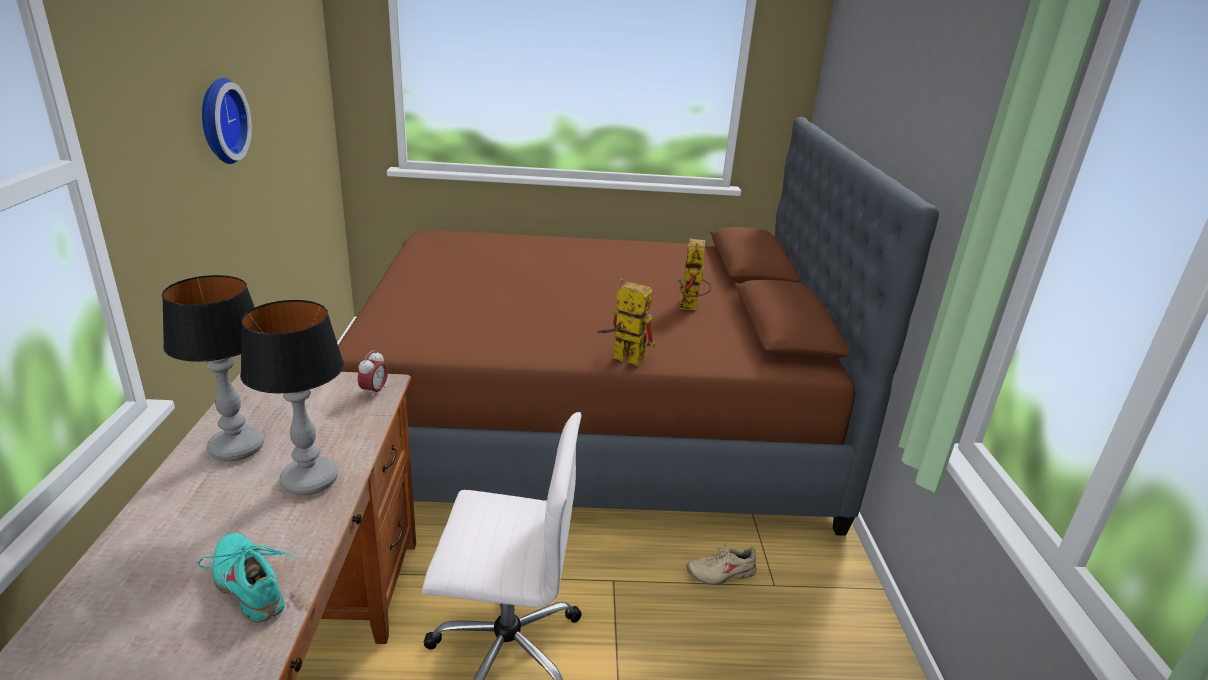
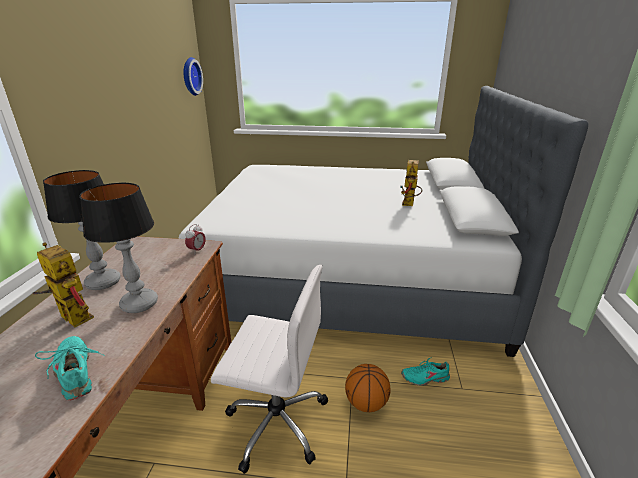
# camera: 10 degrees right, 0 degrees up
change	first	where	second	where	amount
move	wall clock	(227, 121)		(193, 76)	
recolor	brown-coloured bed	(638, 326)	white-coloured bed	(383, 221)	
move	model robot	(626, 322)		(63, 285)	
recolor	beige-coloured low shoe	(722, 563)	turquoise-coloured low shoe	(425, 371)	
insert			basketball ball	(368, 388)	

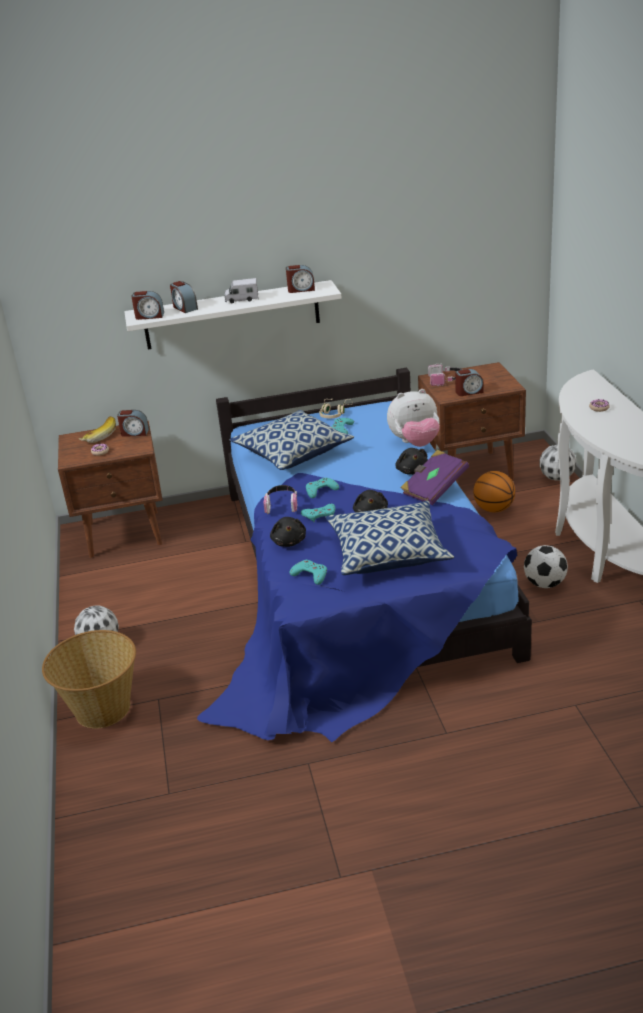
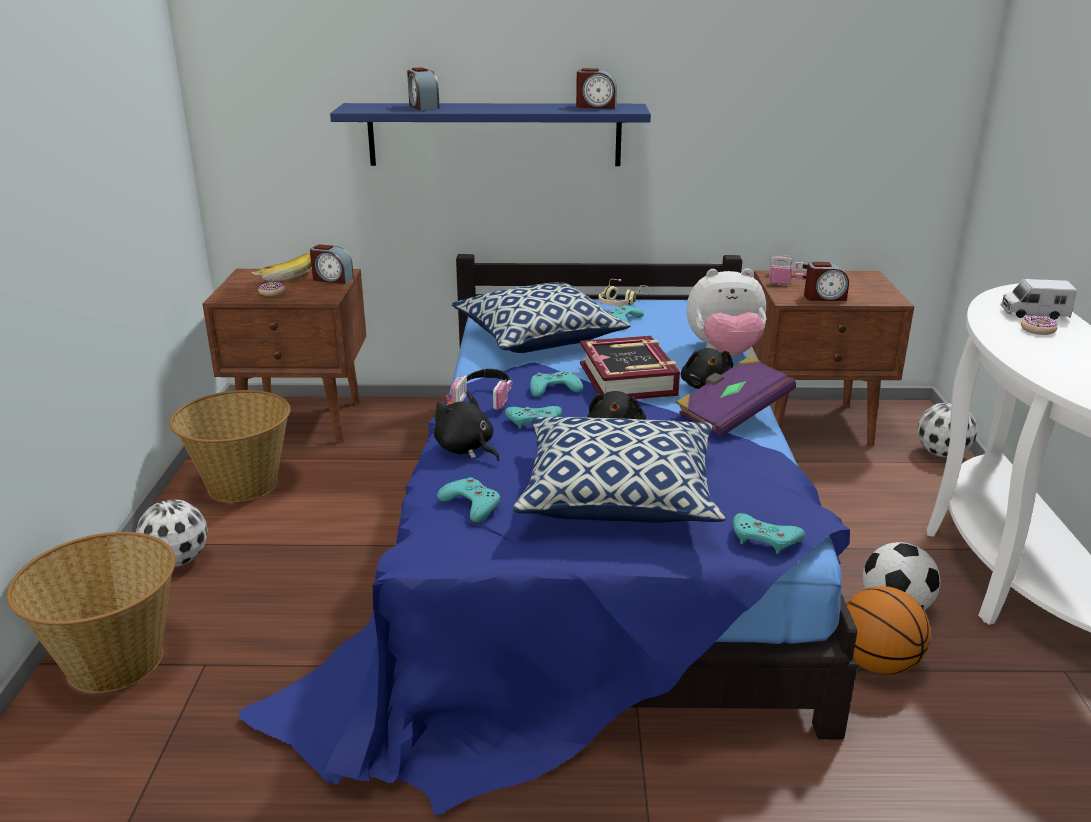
# camera: 10 degrees right, 5 degrees down
change	first	where	second	where	amount
recolor	white-coloured shelf	(232, 314)	bluish shelf	(490, 134)	
delete	alarm clock	(147, 305)			
move	model truck	(241, 290)		(1039, 299)	
rotate	black-coloured plush toy	(288, 532)		(467, 426)	135 degrees clockwise
move	basketball ball	(494, 492)		(888, 630)	
insert			basket	(230, 446)	
insert			book	(630, 367)	
insert			turquoise-coloured game controller	(769, 533)	

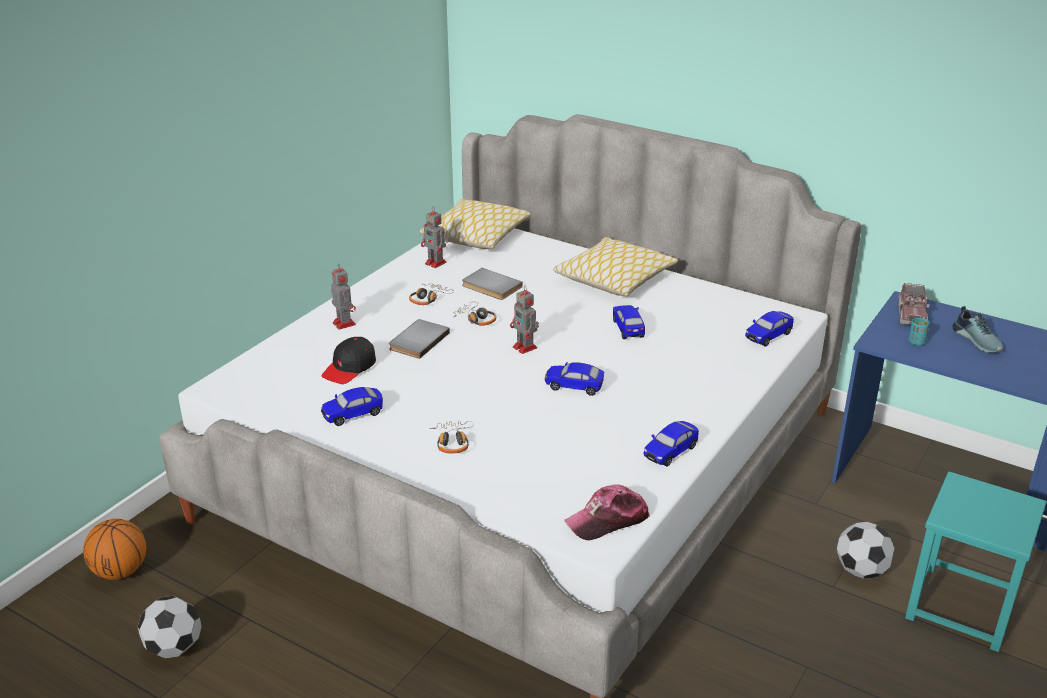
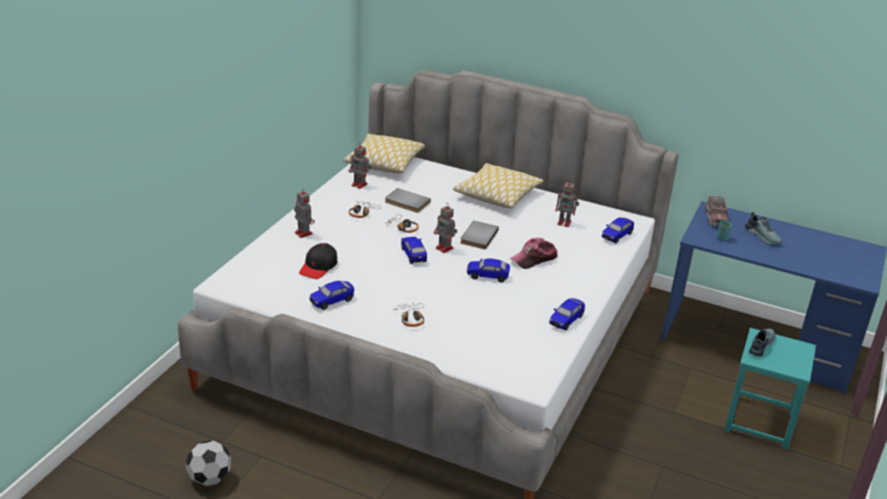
# camera: 10 degrees left, 0 degrees up
change	first	where	second	where	amount
delete	basketball ball	(114, 549)			
move	grey book	(419, 339)		(479, 235)	
move	cap	(607, 512)		(534, 253)	
move	toy car	(629, 322)		(414, 250)	
delete	football ball	(866, 550)			
insert			model robot	(567, 203)	
insert			low shoe	(762, 343)	

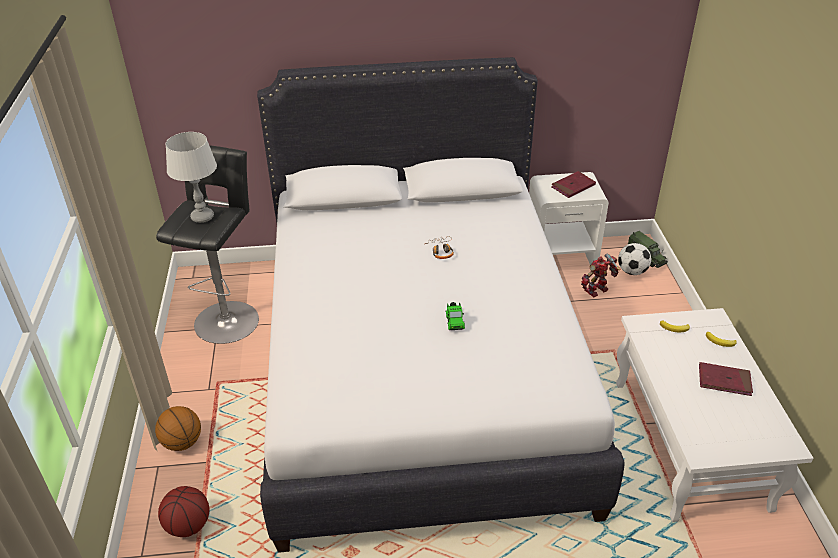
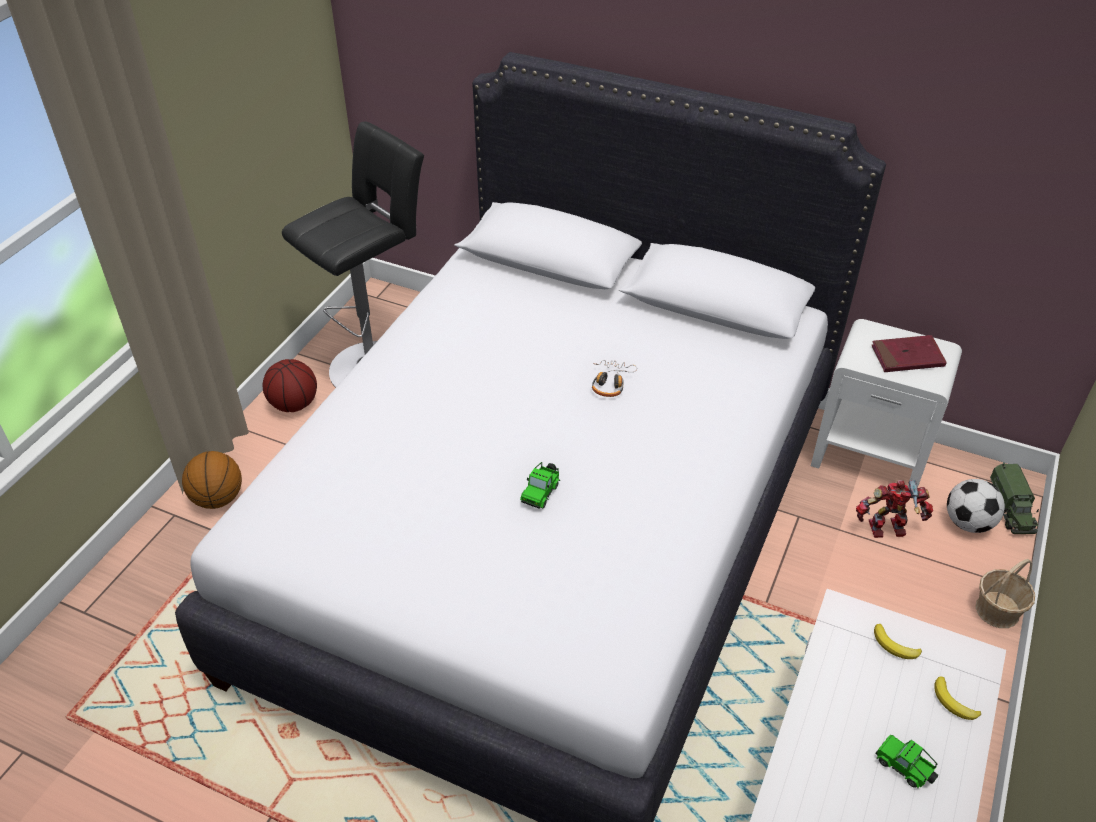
# camera: 30 degrees right, 5 degrees up
change	first	where	second	where	amount
move	basketball ball	(183, 511)		(290, 385)	
delete	grey table lamp	(191, 177)			
replace	reddish book	(726, 379)	toy car	(907, 761)	
insert			basket	(1005, 593)	

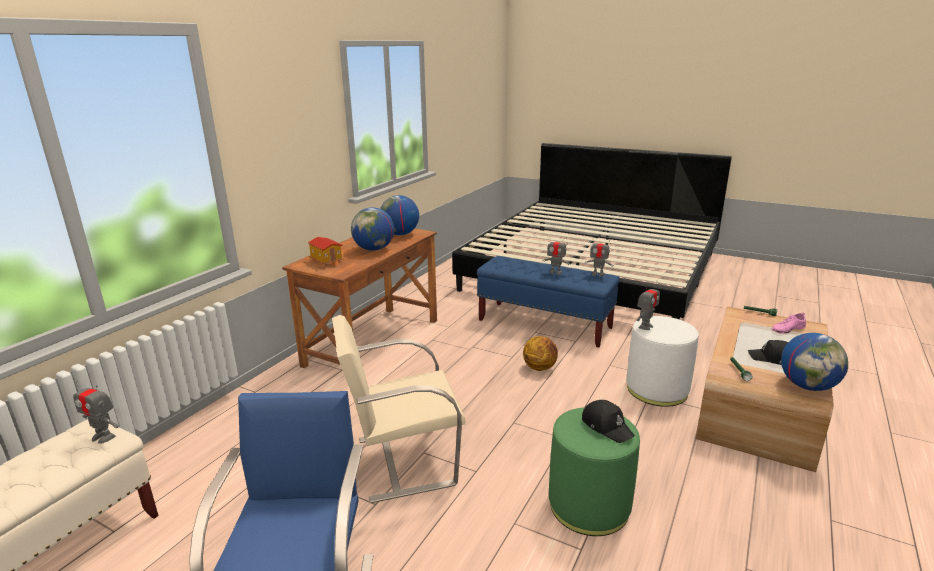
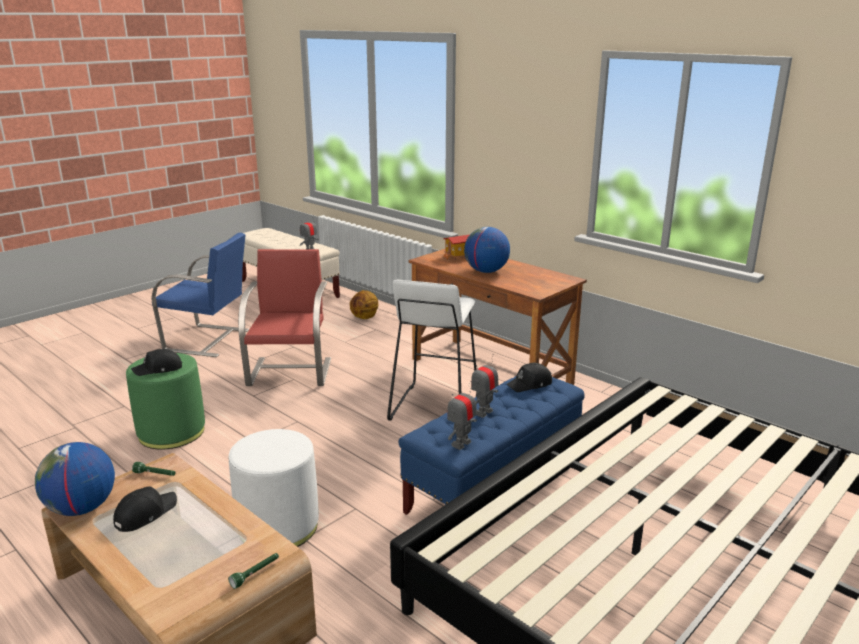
# camera: 105 degrees right, 0 degrees up
change	first	where	second	where	amount
recolor	beige-coloured chair	(398, 409)	reddish chair	(284, 317)	
delete	world globe	(399, 215)			
move	basketball ball	(540, 353)		(364, 304)	
delete	model robot	(648, 306)			
delete	pink low shoe	(789, 323)			
insert			white-coloured sitting stool	(432, 350)	
insert			black-coloured cap	(529, 377)	

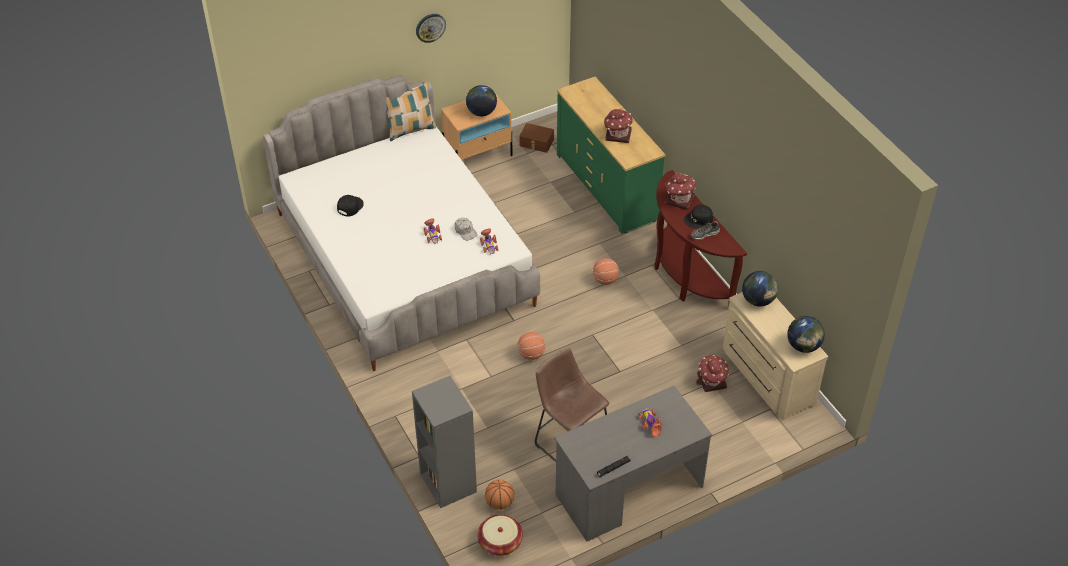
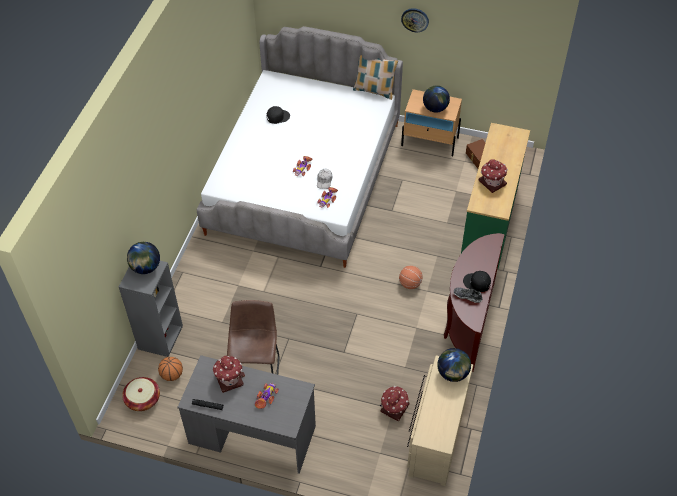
# camera: 45 degrees right, 5 degrees up
change	first	where	second	where	amount
delete	basketball ball	(531, 346)			
move	model house	(680, 191)		(229, 374)	
move	world globe	(806, 334)		(143, 258)	

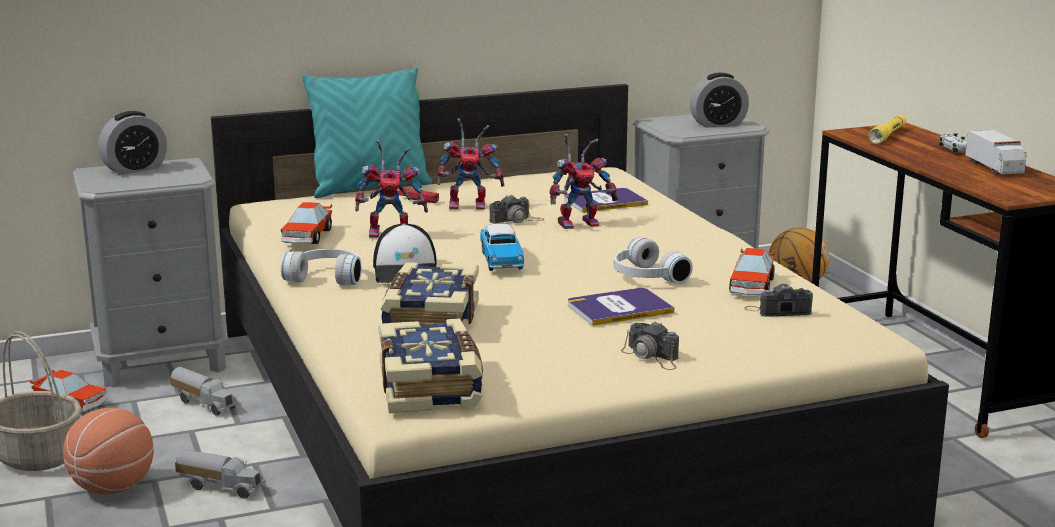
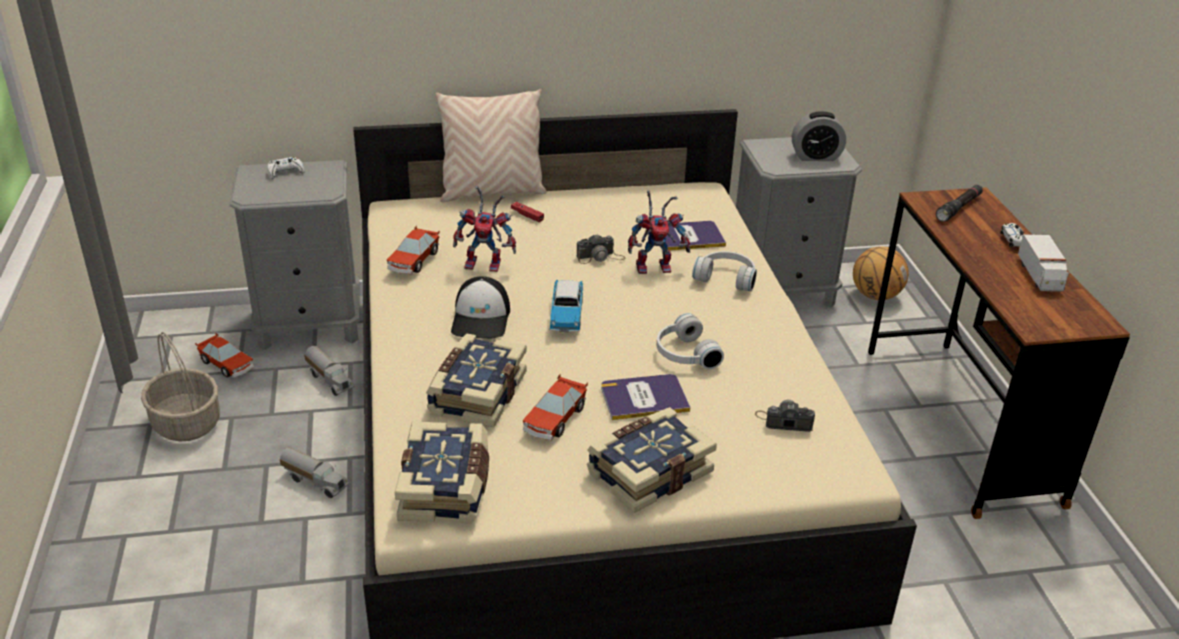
# camera: 10 degrees right, 15 degrees up
change	first	where	second	where	amount
delete	basketball ball	(108, 451)			
replace	alarm clock	(132, 143)	white-coloured game controller	(285, 168)	
move	white-coloured headset	(321, 267)		(724, 271)	
recolor	turquoise-coloured cushion	(367, 133)	beige-coloured cushion	(491, 145)	
delete	model robot	(470, 163)			
replace	photo camera	(650, 345)	book	(652, 460)	
move	toy car	(752, 271)		(555, 407)	
recolor	yellow flashlight	(887, 129)	black-coloured flashlight	(959, 203)	

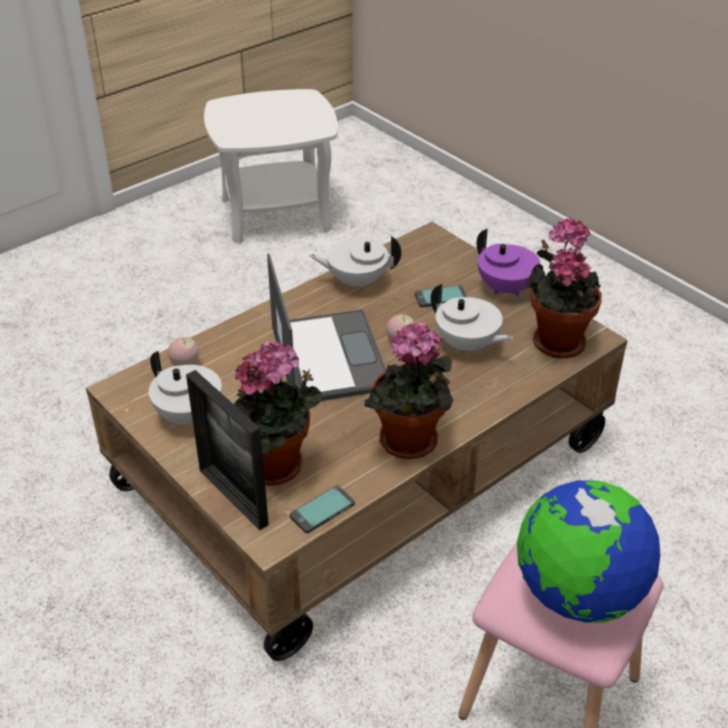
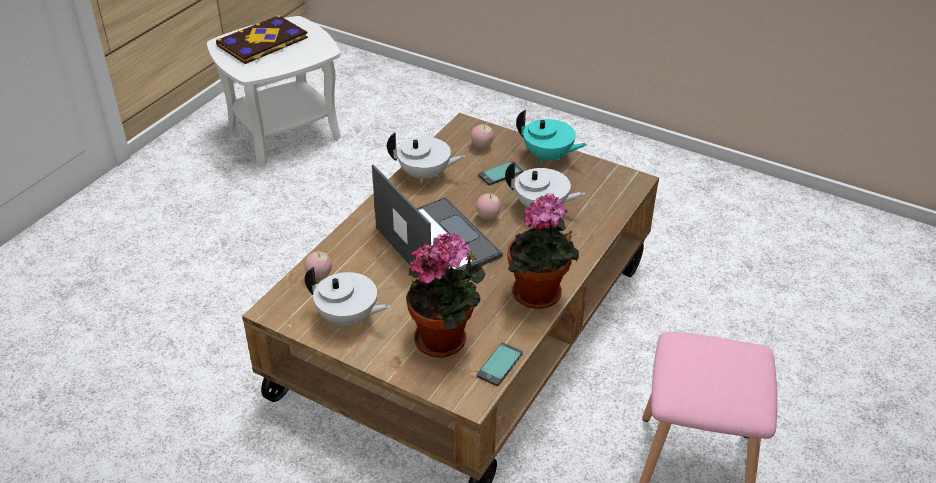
# camera: 20 degrees left, 0 degrees up
change	first	where	second	where	amount
delete	photo frame	(227, 450)			
rotate	white-coloured teapot	(355, 263)		(426, 157)	150 degrees counterclockwise
recolor	purple-coloured teapot	(509, 262)	turquoise-coloured teapot	(551, 136)	
delete	world globe	(588, 551)			
delete	potted plant	(564, 288)			
insert			book	(262, 39)	
insert			apple fruit	(482, 136)	

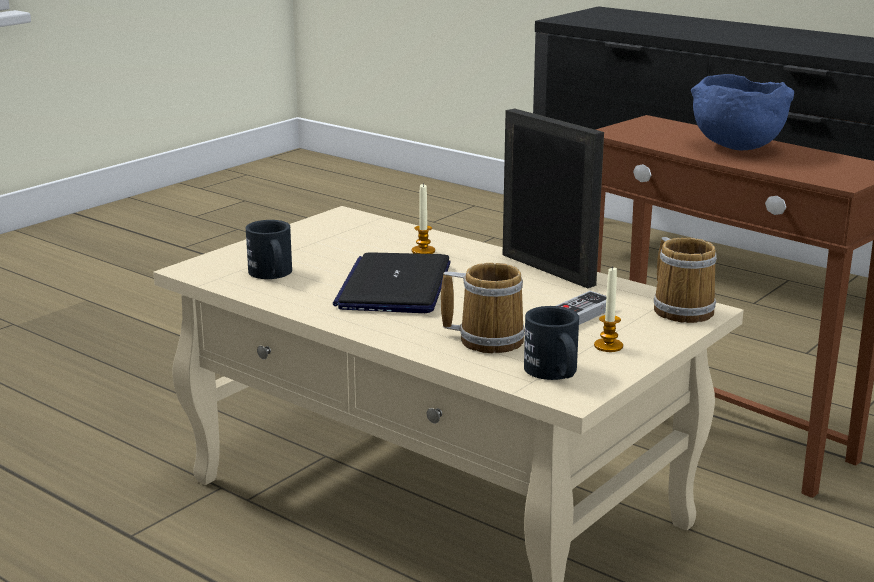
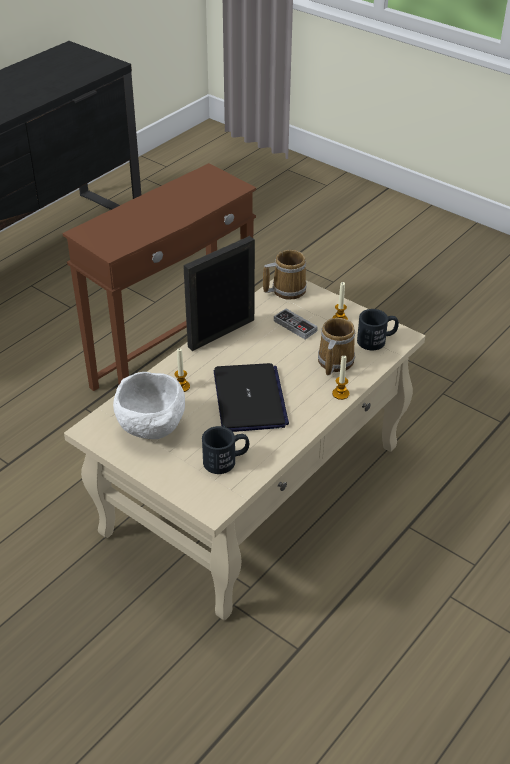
# camera: 90 degrees left, 20 degrees up
change	first	where	second	where	amount
rotate	laptop	(391, 283)		(251, 397)	105 degrees counterclockwise
delete	bluish serving bowl	(742, 112)			
insert			white-coloured serving bowl	(149, 405)	
insert			wax light	(341, 378)	

